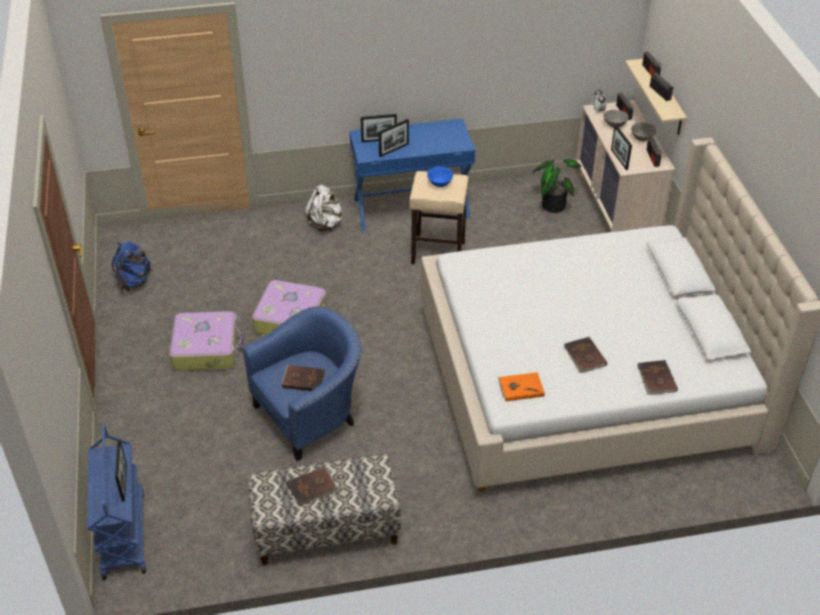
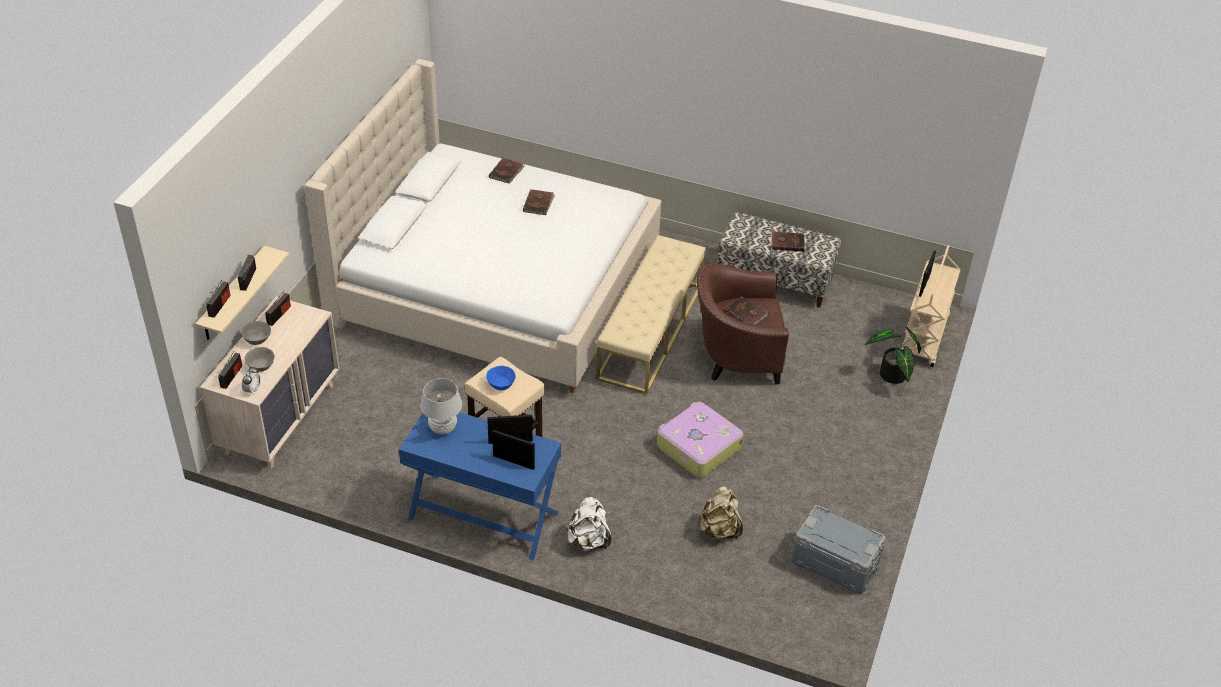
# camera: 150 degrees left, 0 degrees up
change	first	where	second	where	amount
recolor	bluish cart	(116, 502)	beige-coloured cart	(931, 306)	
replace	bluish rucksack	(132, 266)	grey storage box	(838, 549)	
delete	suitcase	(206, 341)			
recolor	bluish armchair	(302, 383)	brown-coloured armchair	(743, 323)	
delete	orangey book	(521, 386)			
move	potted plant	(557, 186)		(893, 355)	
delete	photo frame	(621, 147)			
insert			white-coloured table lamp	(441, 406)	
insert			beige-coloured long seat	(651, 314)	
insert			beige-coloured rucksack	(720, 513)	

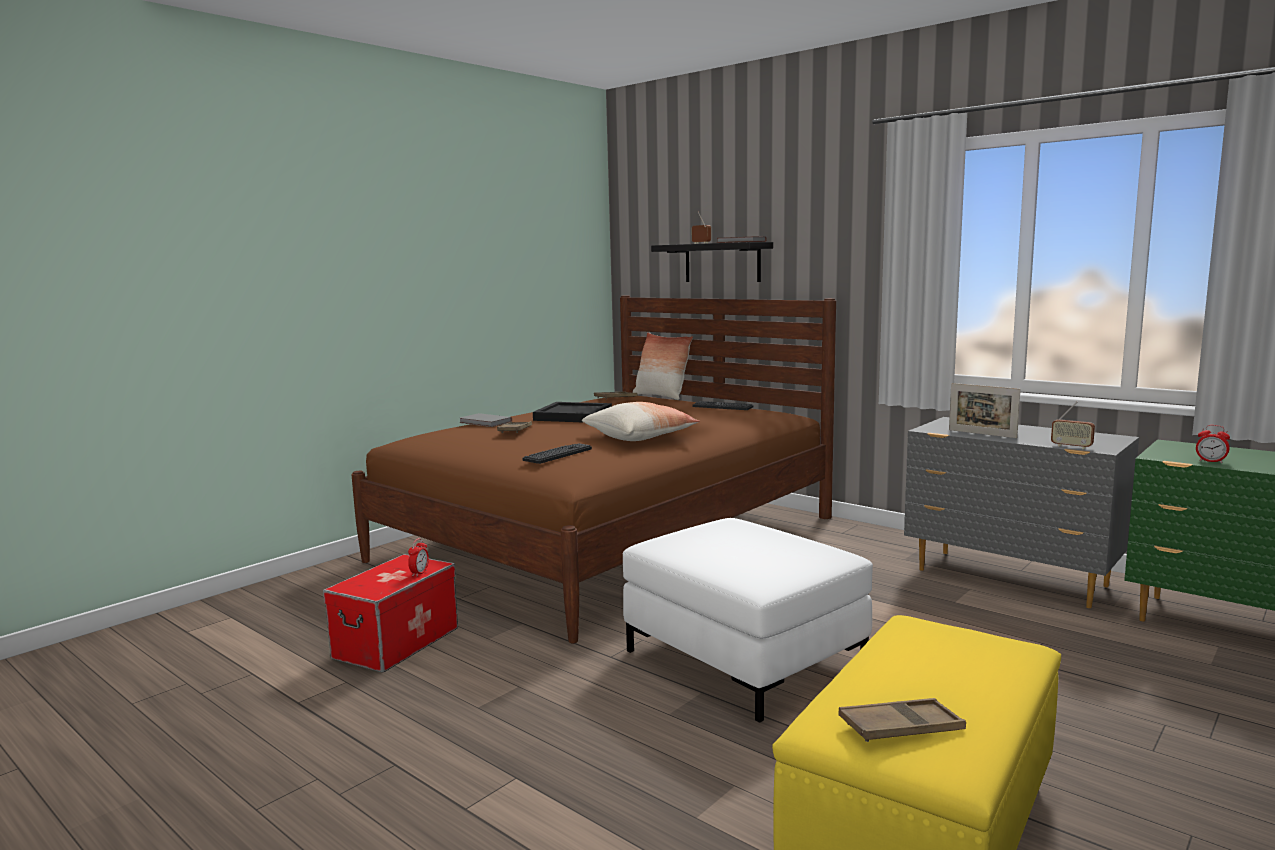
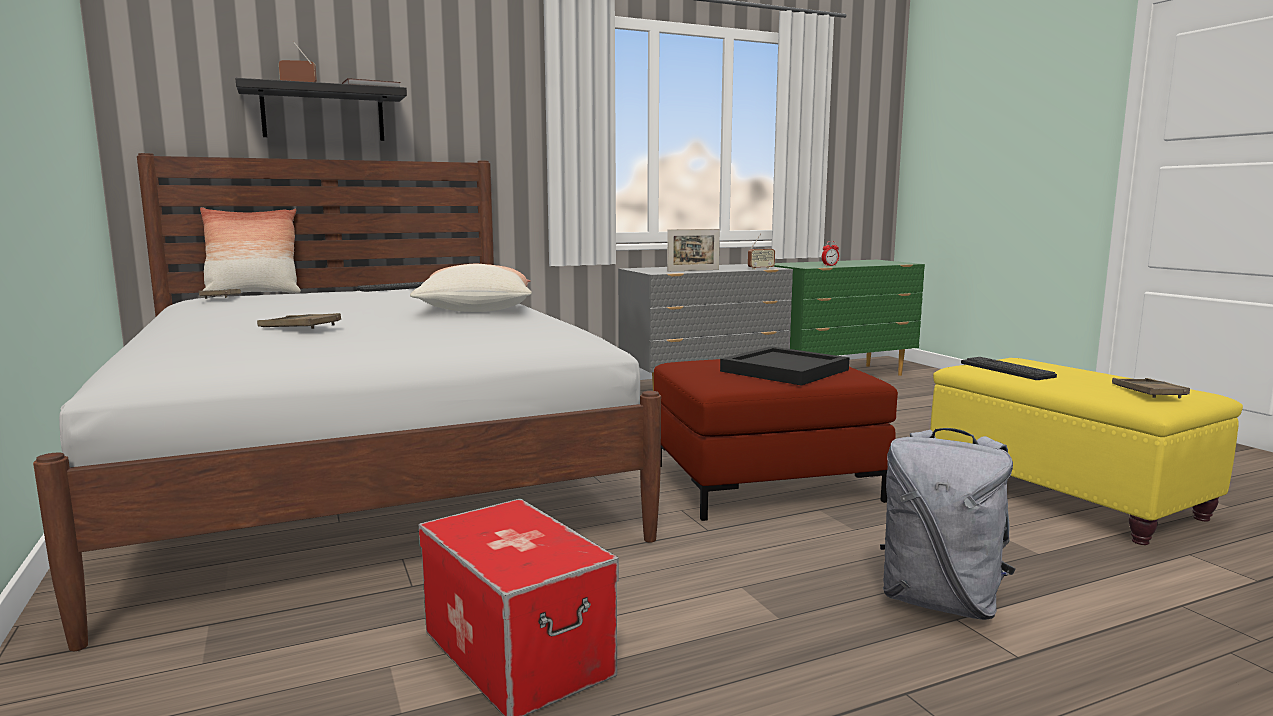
# camera: 65 degrees left, 0 degrees up
change	first	where	second	where	amount
recolor	brown-coloured bed	(593, 469)	white-coloured bed	(347, 402)	
delete	alarm clock	(418, 557)			
delete	grey book	(486, 420)			
move	PC keyboard	(557, 453)		(1009, 368)	
move	black-coloured serving tray	(572, 412)		(784, 366)	
recolor	white-coloured footrest	(748, 620)	reddish footrest	(776, 440)	
insert			grey rucksack	(948, 524)	

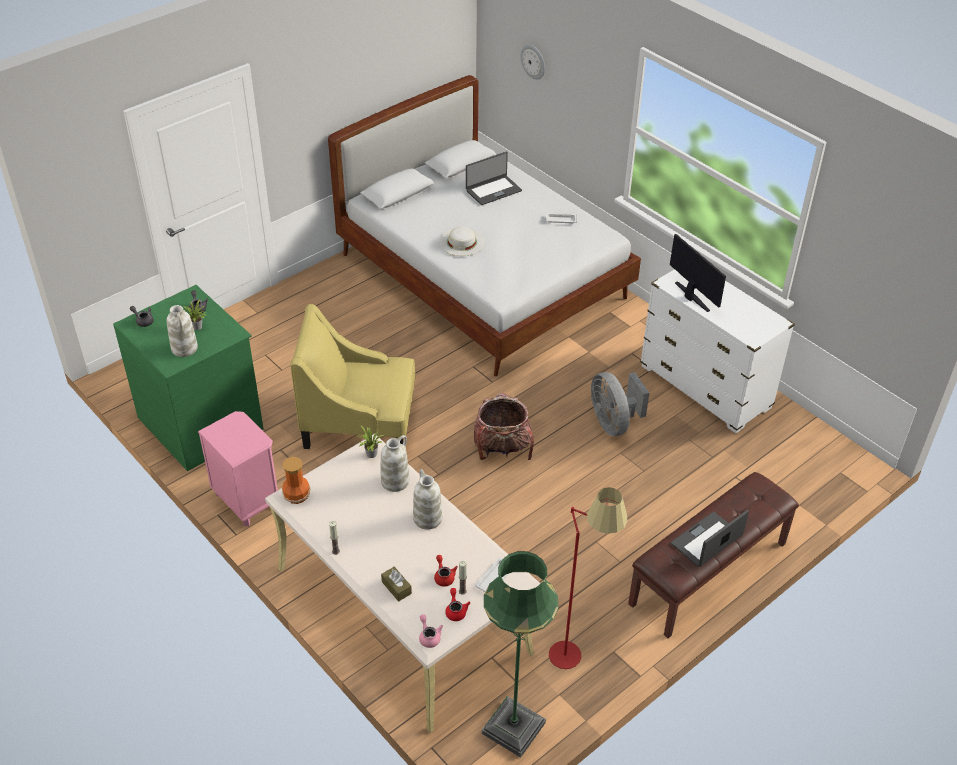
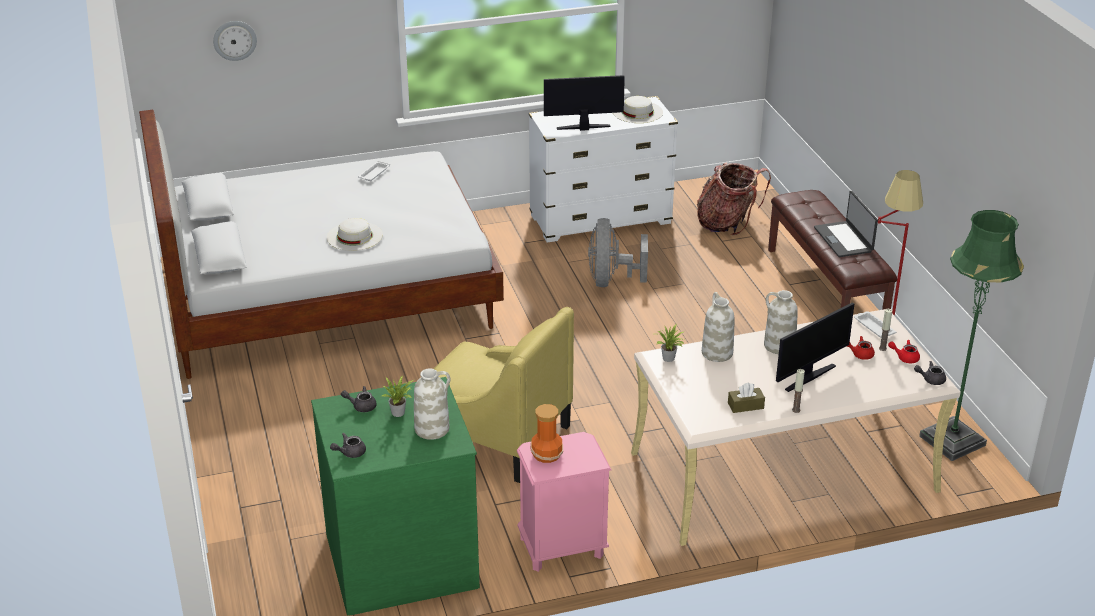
# camera: 65 degrees left, 10 degrees down
change	first	where	second	where	amount
move	decorative vase	(296, 480)		(546, 433)	
rotate	yellow armchair	(352, 376)		(504, 395)	90 degrees counterclockwise
move	brown-coloured tissue holder	(396, 584)		(746, 397)	
recolor	pink teapot	(431, 631)	grey teapot	(930, 373)	
delete	laptop	(494, 178)			
move	rucksack	(504, 426)		(734, 198)	
rotate	grey cooling fan	(620, 404)		(618, 252)	90 degrees clockwise
insert			white-coloured wearable hat	(638, 109)	
insert			computer screen	(815, 347)	

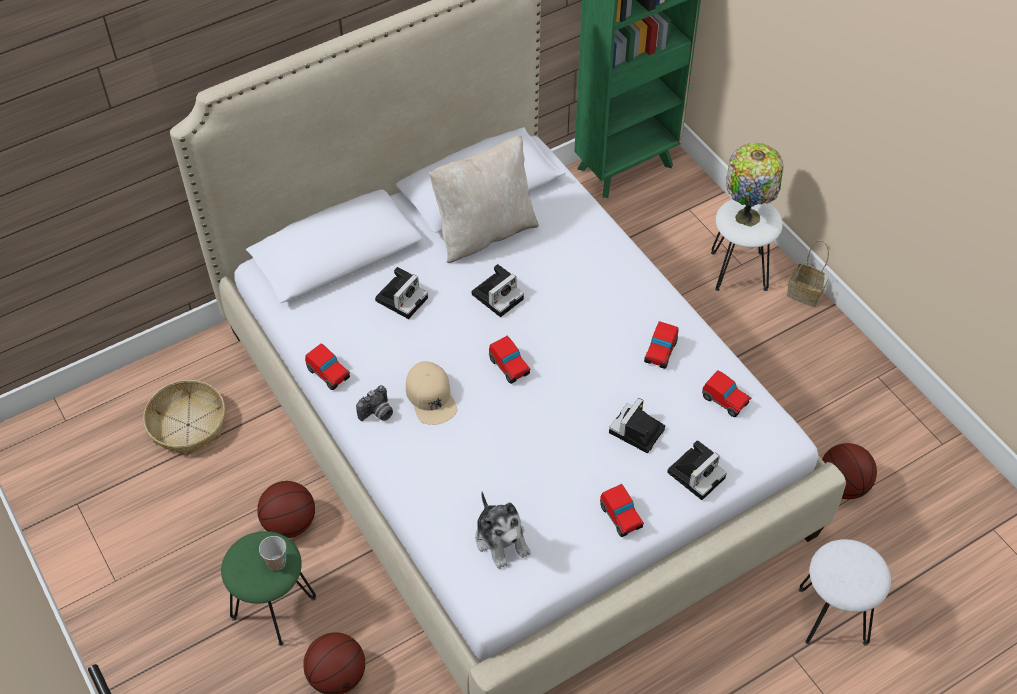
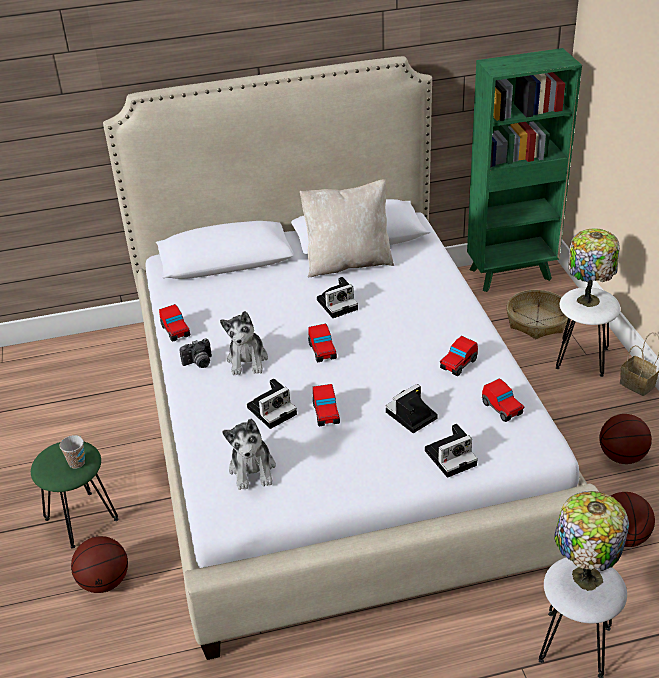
# camera: 20 degrees right, 15 degrees down
change	first	where	second	where	amount
move	basket	(184, 418)		(537, 314)	
move	basketball ball	(286, 509)		(626, 439)	
move	photo camera	(401, 293)		(272, 403)	
replace	beige-coloured cap	(431, 393)	plush toy	(244, 343)	
move	toy car	(622, 510)		(326, 405)	
insert			table lamp	(591, 541)	

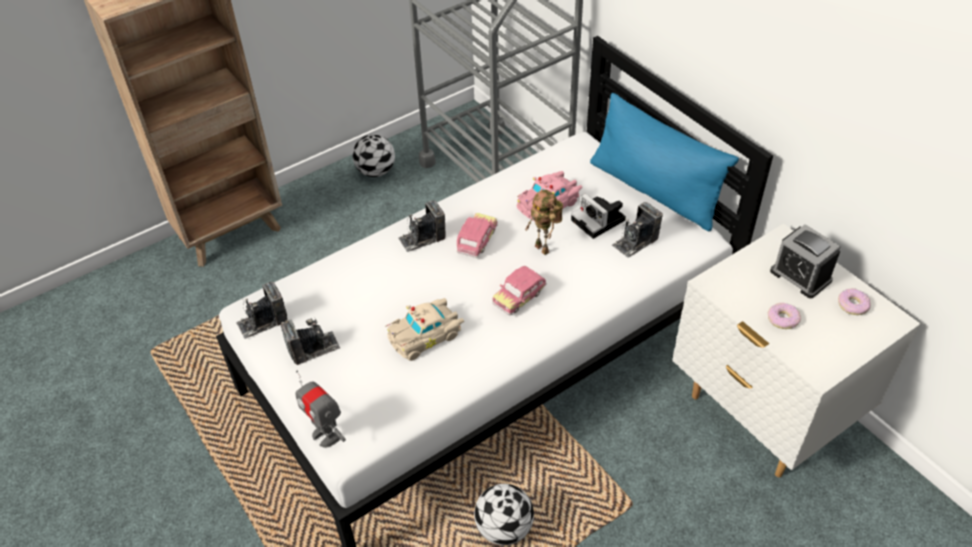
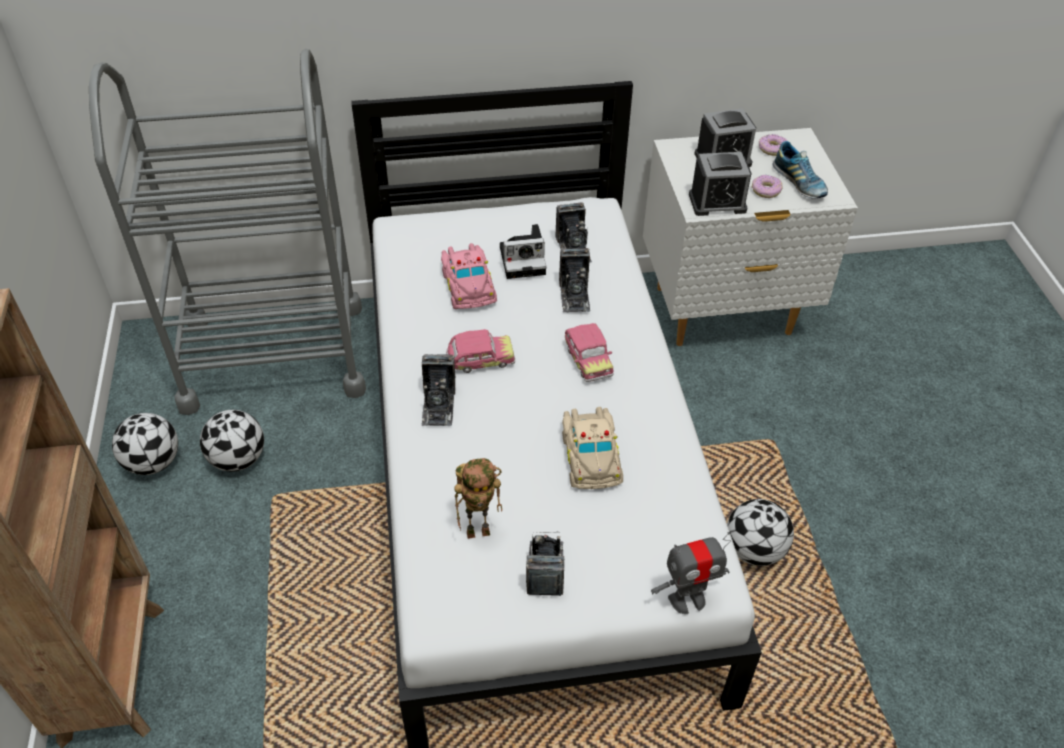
# camera: 65 degrees left, 0 degrees up
change	first	where	second	where	amount
move	photo camera	(261, 310)		(574, 280)	
rotate	toy car	(477, 235)		(480, 351)	120 degrees clockwise
move	model robot	(544, 222)		(478, 498)	
delete	bluish cushion	(664, 162)			
insert			football ball	(232, 441)	
insert			alarm clock	(720, 184)	
insert			low shoe	(800, 170)	

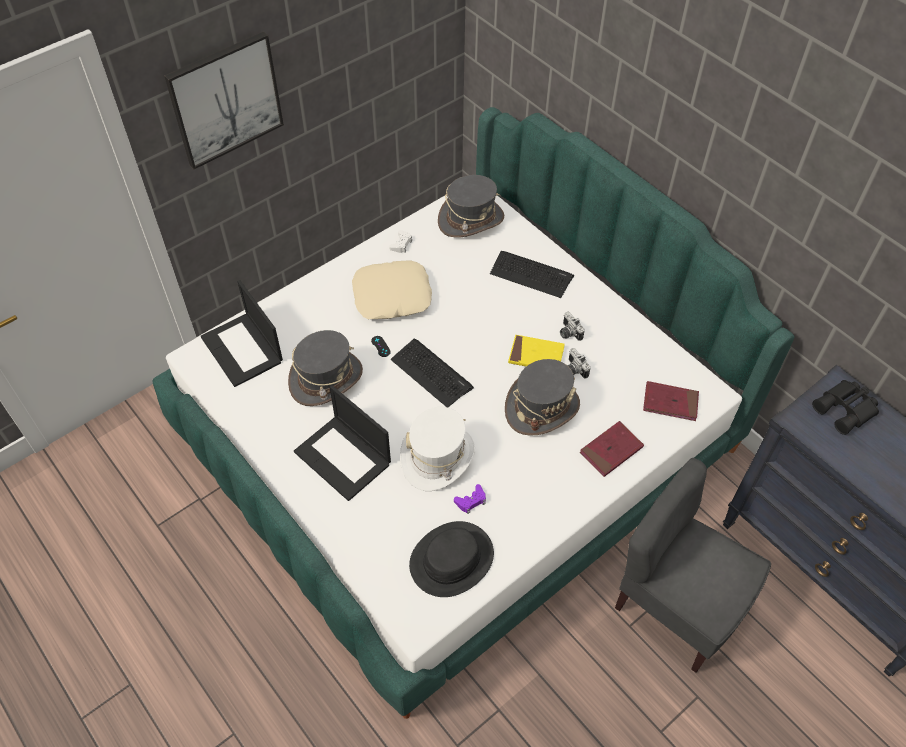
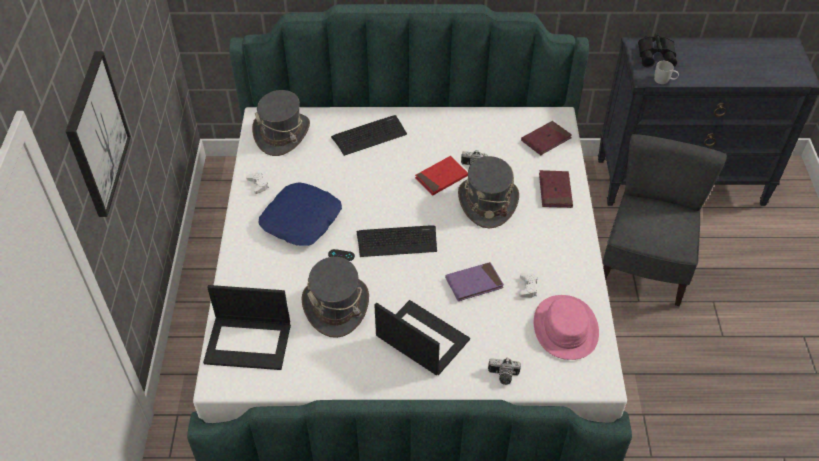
# camera: 50 degrees left, 5 degrees down
change	first	where	second	where	amount
rotate	laptop	(342, 443)		(422, 337)	135 degrees counterclockwise
recolor	beige-coloured cushion	(392, 289)	bluish cushion	(300, 214)	
replace	white-coloured wearable hat	(437, 449)	purple-coloured book	(474, 281)	
recolor	black-coloured wearable hat	(451, 559)	pink wearable hat	(566, 327)	
recolor	purple-coloured game controller	(470, 499)	white-coloured game controller	(528, 285)	
recolor	yellow book	(536, 351)	reddish book	(441, 176)	
move	photo camera	(572, 326)		(504, 371)	
rotate	grey chair	(693, 565)		(665, 220)	120 degrees clockwise
insert			white-coloured mug	(666, 72)	

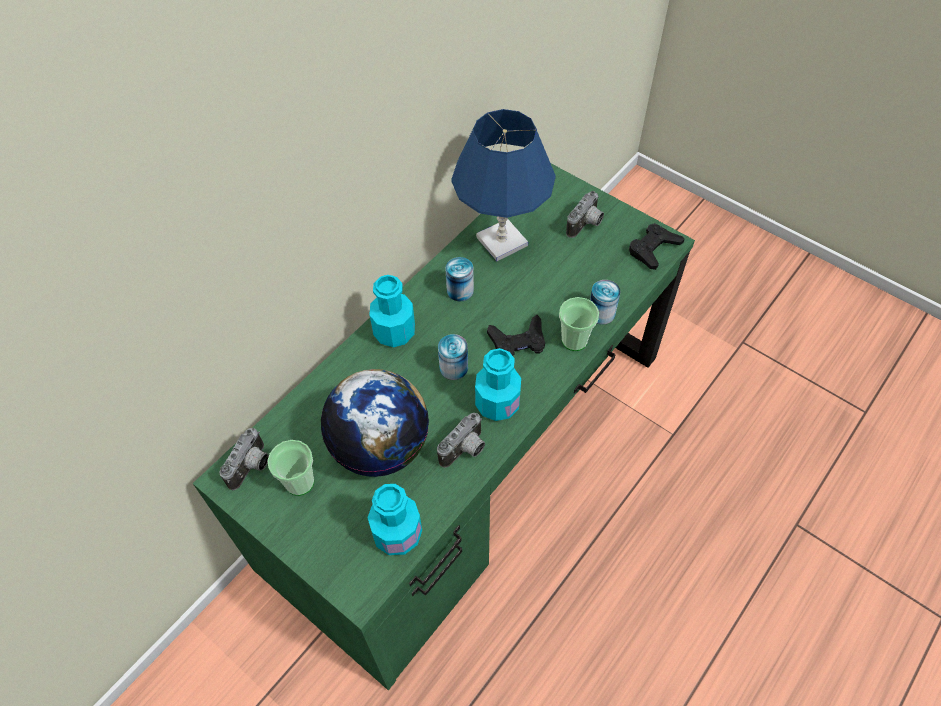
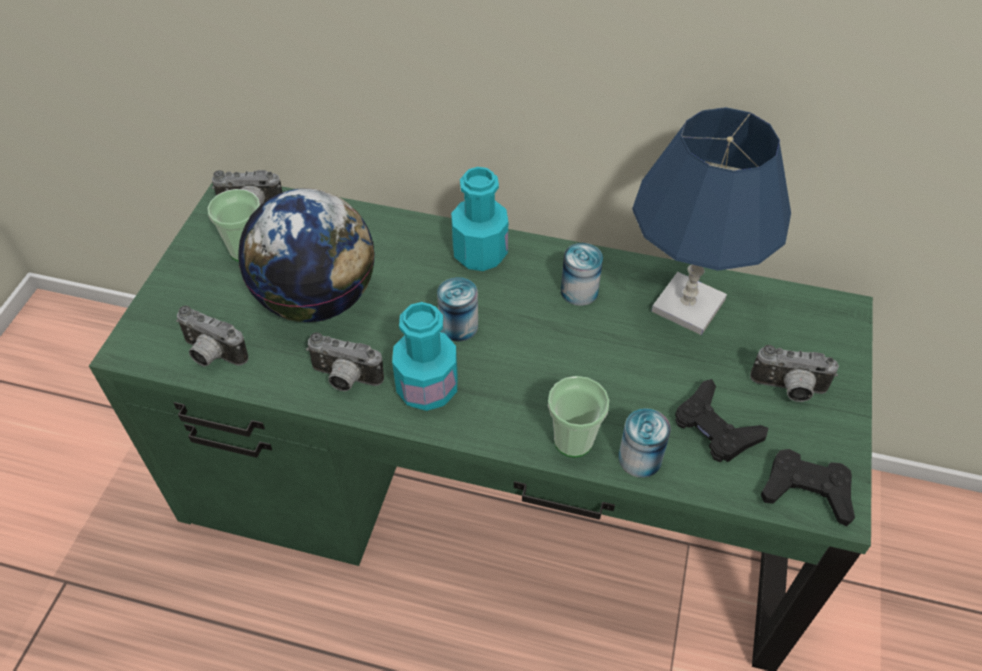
# camera: 65 degrees right, 5 degrees down
change	first	where	second	where	amount
replace	turquoise-coloured bottle	(394, 519)	photo camera	(212, 336)	
move	black-coloured game controller	(516, 335)		(722, 420)	

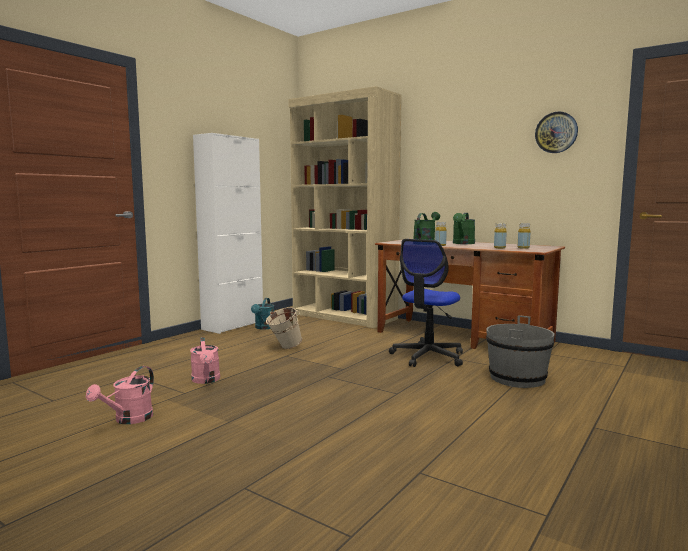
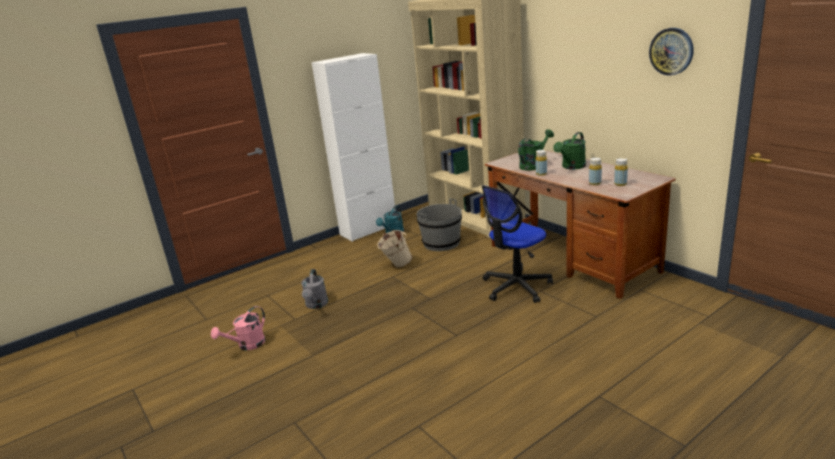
# camera: 20 degrees right, 15 degrees up
change	first	where	second	where	amount
recolor	pink sprinkling can	(205, 360)	grey sprinkling can	(314, 289)	
move	grey water bucket	(520, 351)		(439, 224)	

